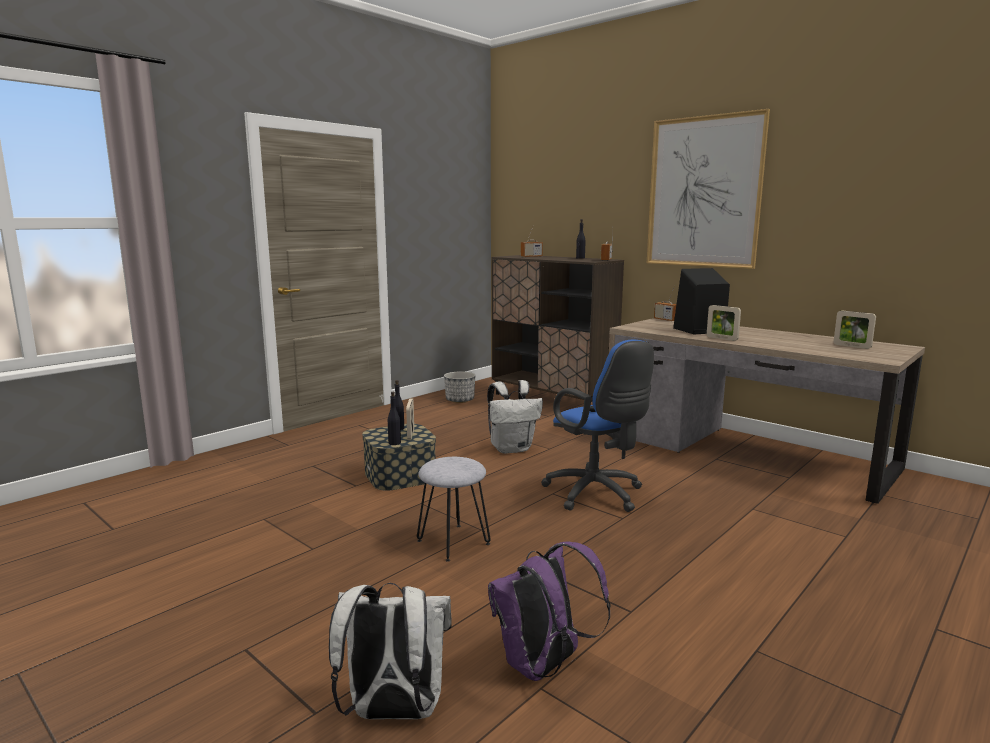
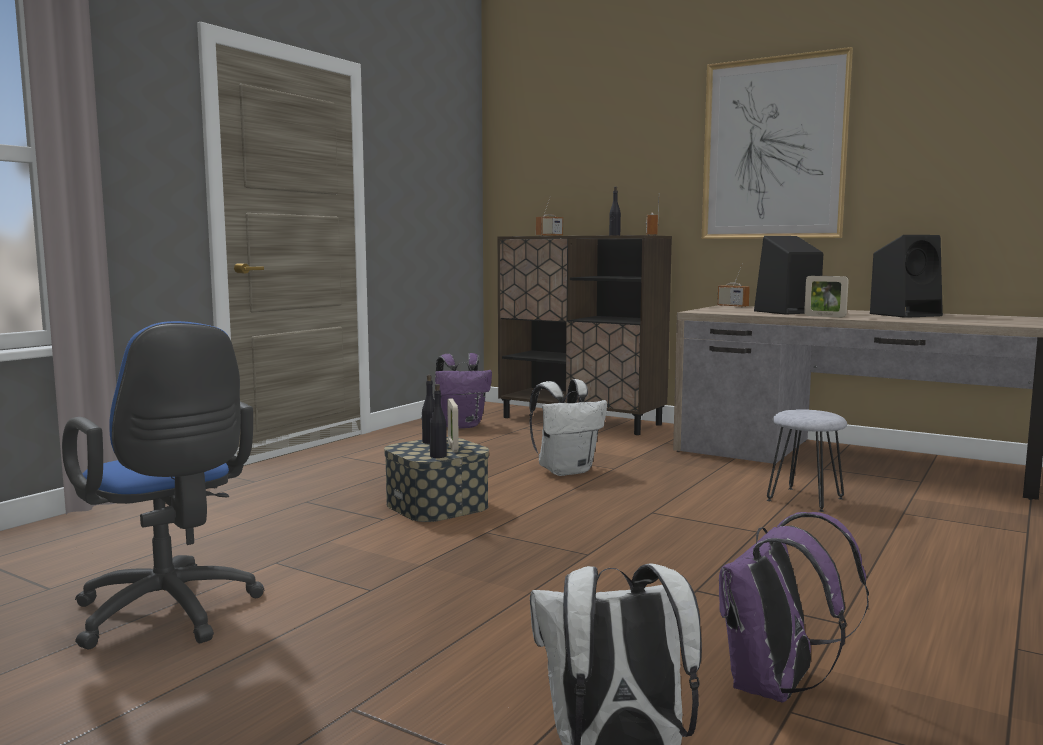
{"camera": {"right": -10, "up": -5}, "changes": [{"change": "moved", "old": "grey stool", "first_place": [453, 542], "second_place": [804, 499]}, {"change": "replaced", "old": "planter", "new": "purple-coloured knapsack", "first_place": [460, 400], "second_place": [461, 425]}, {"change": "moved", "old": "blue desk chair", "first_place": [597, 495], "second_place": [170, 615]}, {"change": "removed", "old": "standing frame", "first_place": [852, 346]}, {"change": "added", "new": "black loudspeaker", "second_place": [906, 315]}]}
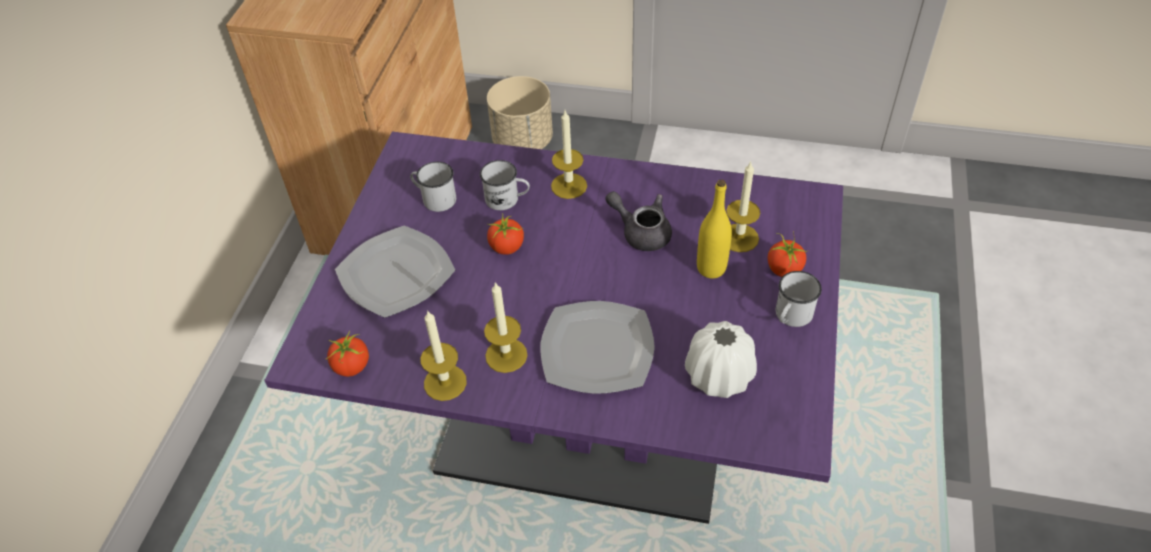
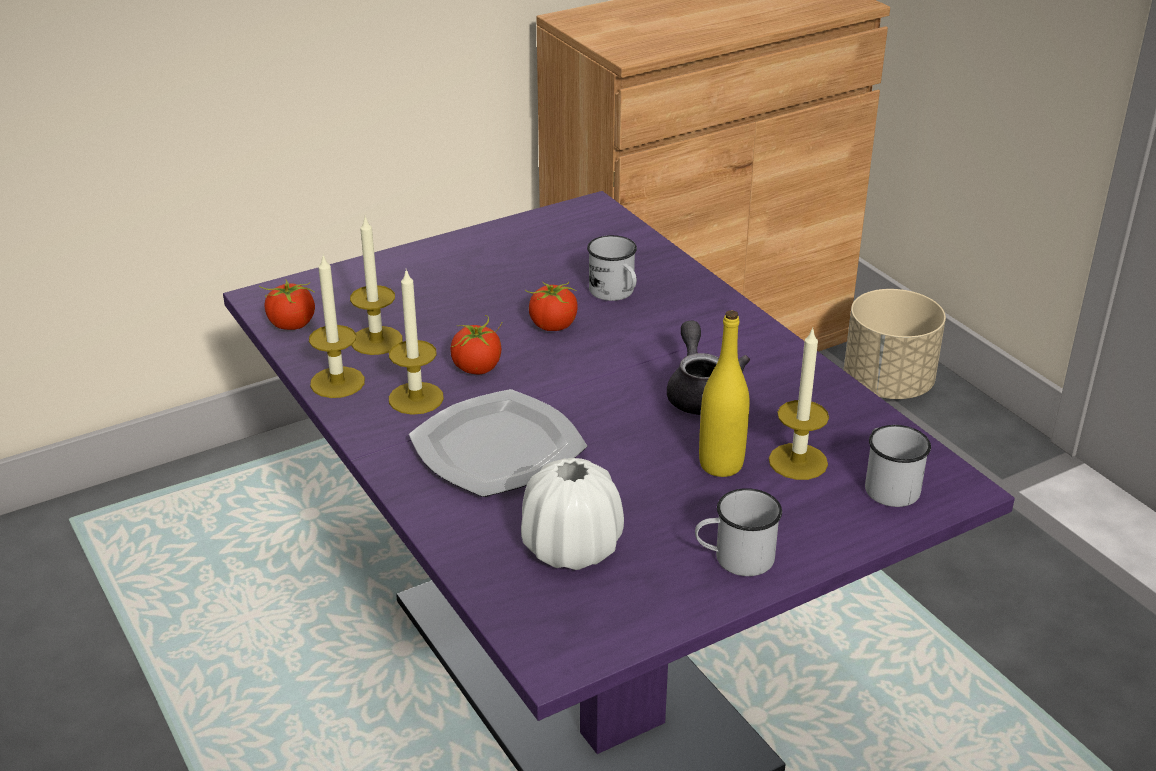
{"camera": {"right": 45, "up": -15}, "changes": [{"change": "removed", "old": "plate", "first_place": [394, 274]}, {"change": "moved", "old": "white-coloured coffee mug", "first_place": [434, 198], "second_place": [887, 484]}, {"change": "moved", "old": "wax light", "first_place": [569, 186], "second_place": [376, 340]}, {"change": "moved", "old": "fresh tomato", "first_place": [784, 269], "second_place": [477, 368]}]}
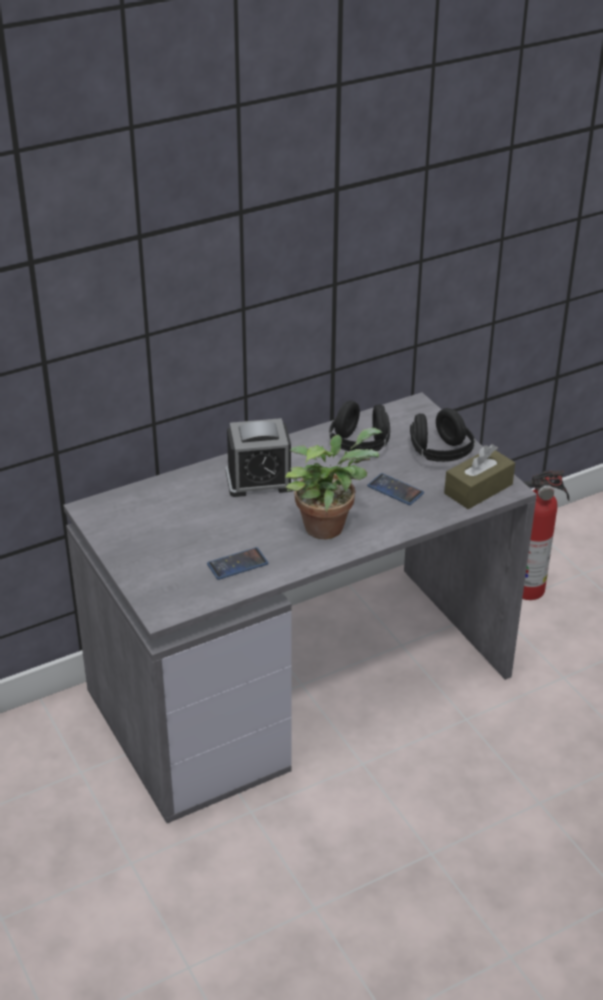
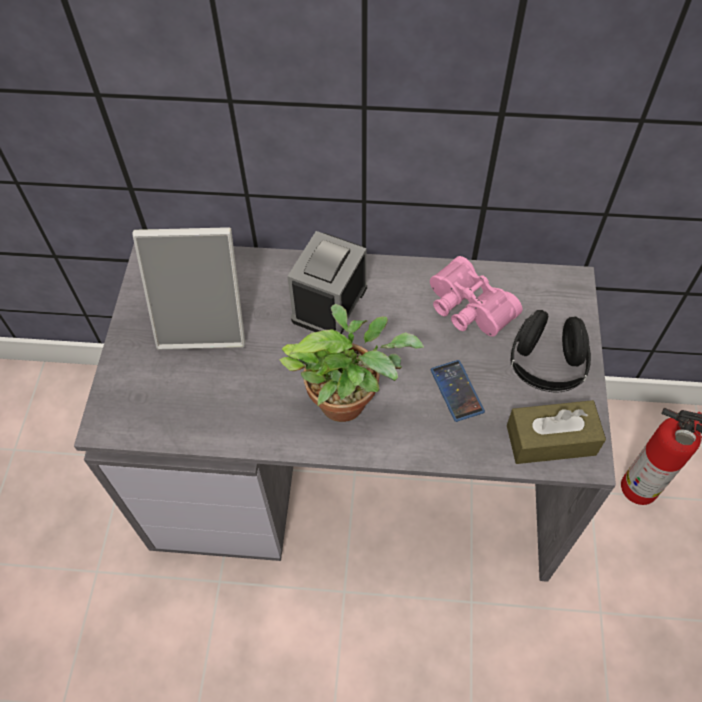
{"camera": {"right": 35, "up": 20}, "changes": [{"change": "removed", "old": "handset", "first_place": [237, 564]}, {"change": "turned", "old": "alarm clock", "first_place": [259, 480], "second_place": [329, 303], "degrees": 90}, {"change": "replaced", "old": "black headset", "new": "pinkish binoculars", "first_place": [359, 445], "second_place": [467, 308]}, {"change": "added", "new": "standing frame", "second_place": [204, 322]}]}
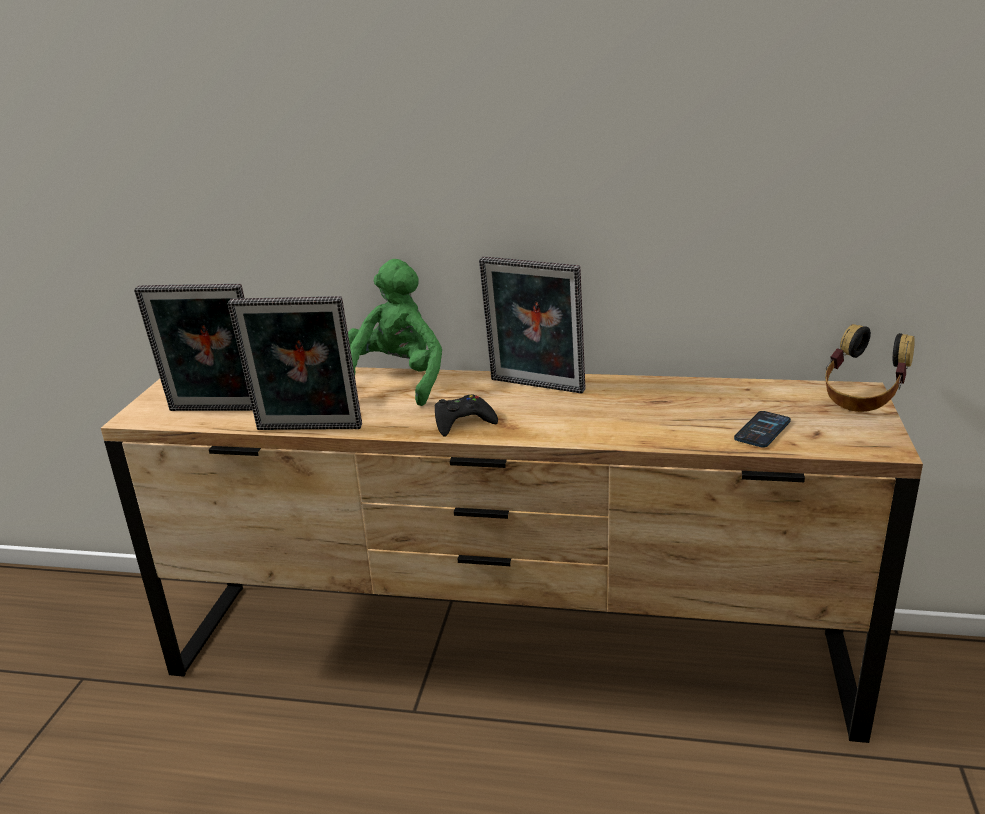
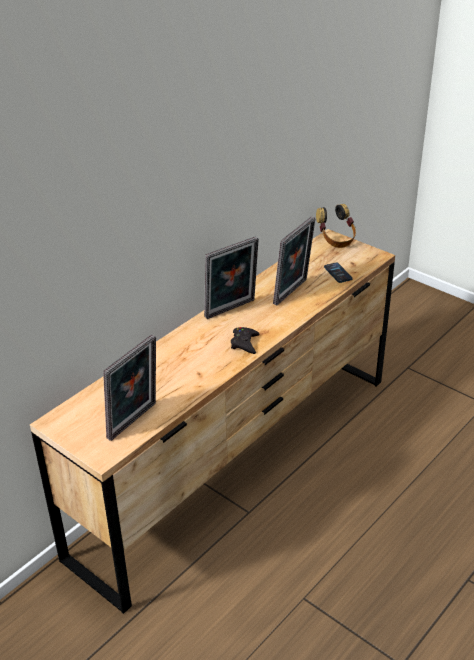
{"camera": {"right": -60, "up": 10}, "changes": [{"change": "moved", "old": "standing frame", "first_place": [307, 430], "second_place": [293, 292]}, {"change": "removed", "old": "green-coloured plush toy", "first_place": [397, 381]}]}
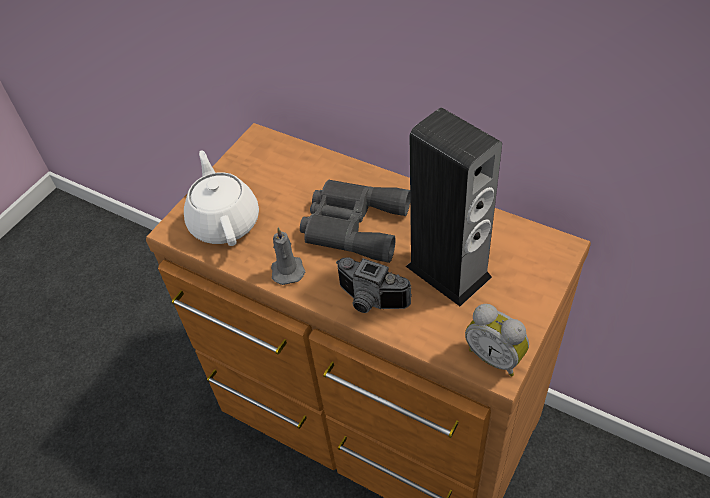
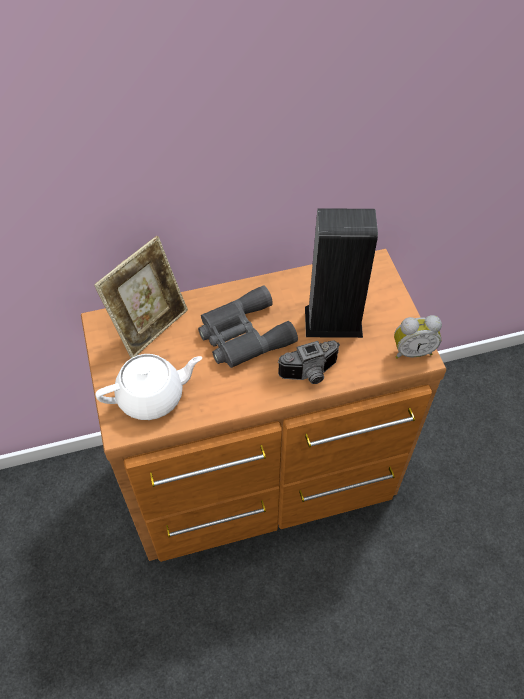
{"camera": {"right": -50, "up": 5}, "changes": [{"change": "turned", "old": "white-coloured tea pot", "first_place": [225, 222], "second_place": [152, 396], "degrees": 135}, {"change": "removed", "old": "grey wax light", "first_place": [287, 269]}, {"change": "added", "new": "standing frame", "second_place": [150, 326]}]}
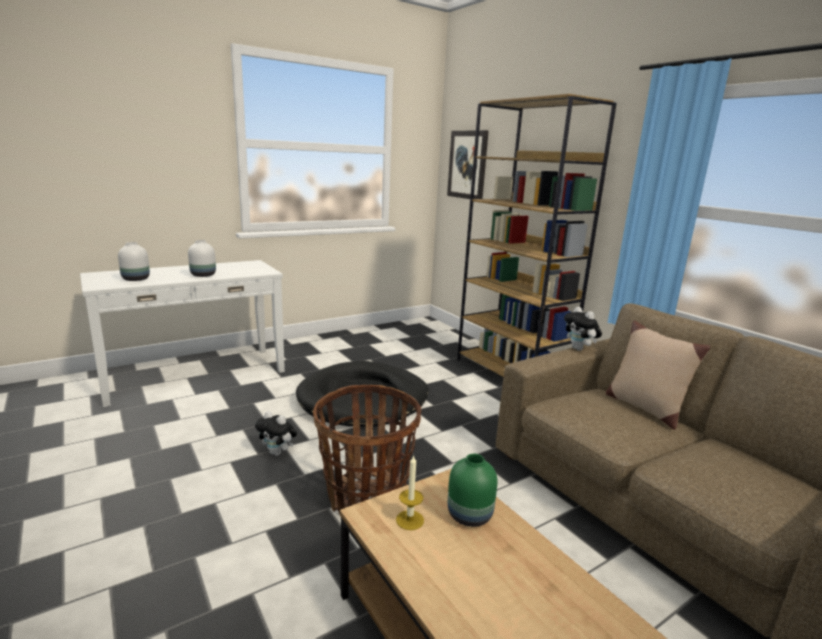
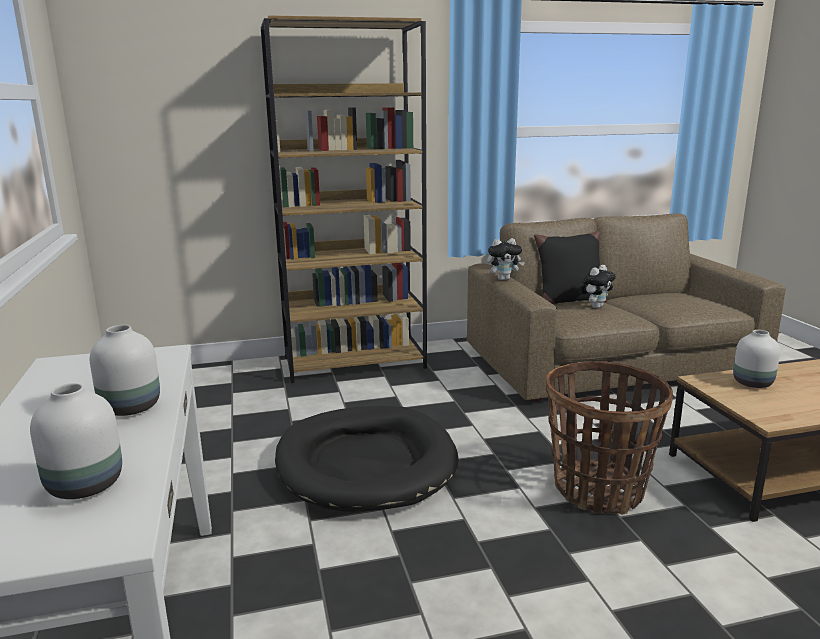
{"camera": {"right": -70, "up": 0}, "changes": [{"change": "moved", "old": "plush toy", "first_place": [277, 453], "second_place": [595, 307]}, {"change": "removed", "old": "wax light", "first_place": [410, 520]}, {"change": "removed", "old": "picture", "first_place": [467, 165]}, {"change": "recoloured", "old": "green-coloured vase", "new": "white-coloured vase", "first_place": [470, 516], "second_place": [753, 383]}, {"change": "recoloured", "old": "beige-coloured cushion", "new": "black cushion", "first_place": [644, 408], "second_place": [569, 301]}]}
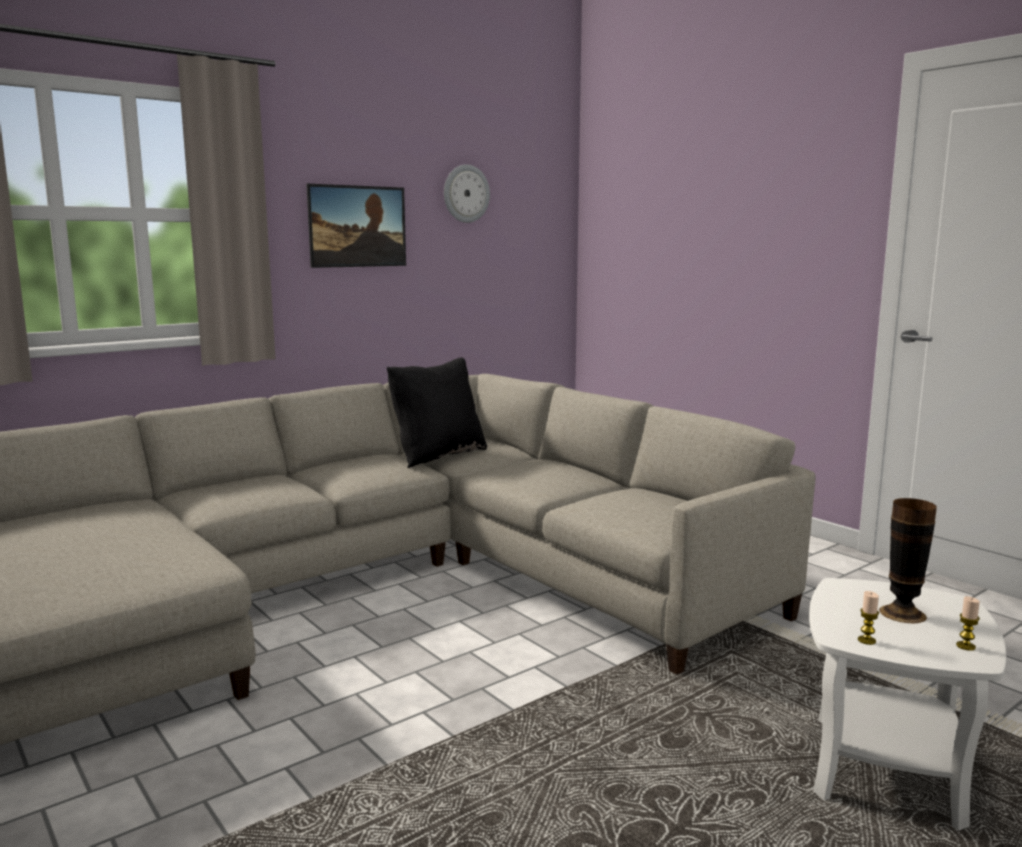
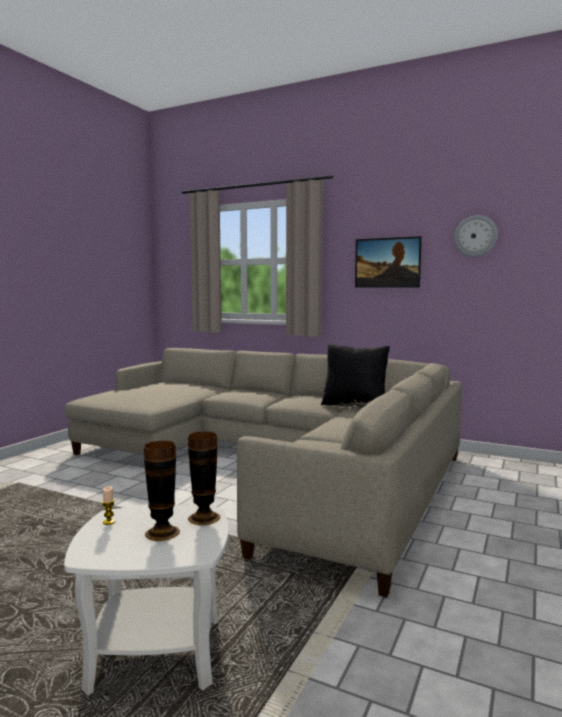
{"camera": {"right": 65, "up": -5}, "changes": [{"change": "removed", "old": "wax light", "first_place": [965, 646]}, {"change": "added", "new": "vase", "second_place": [204, 517]}]}
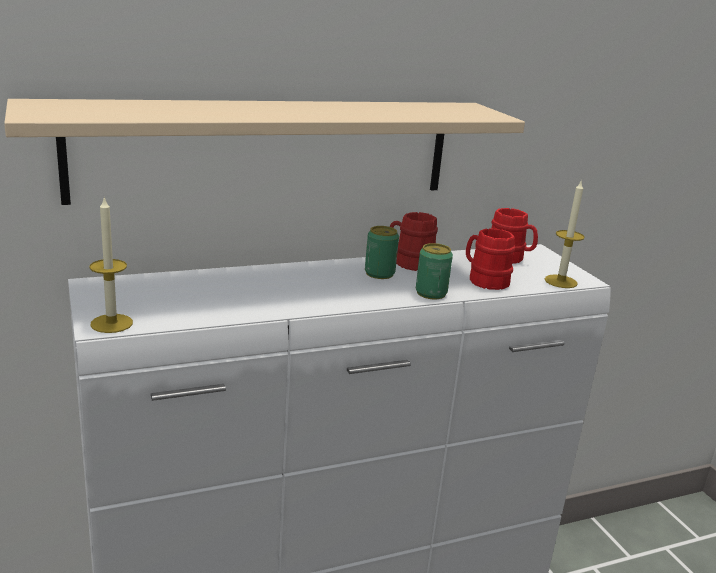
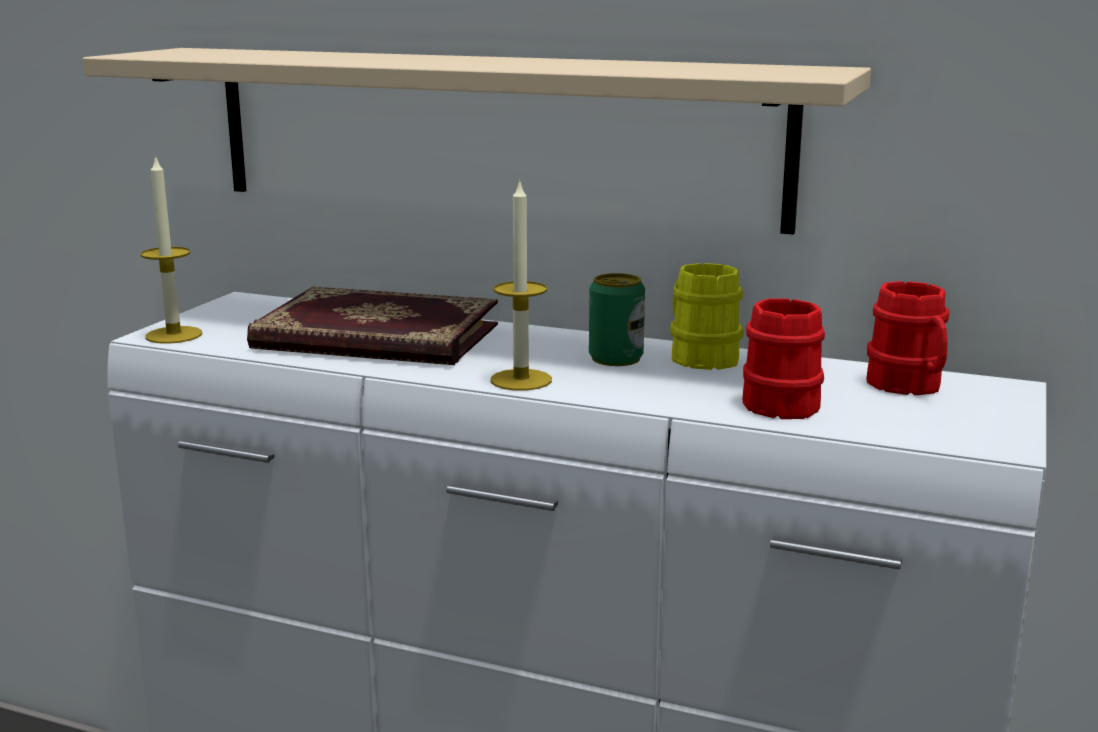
{"camera": {"right": 45, "up": -5}, "changes": [{"change": "recoloured", "old": "red-coloured coffee mug", "new": "yellow coffee mug", "first_place": [409, 263], "second_place": [699, 356]}, {"change": "removed", "old": "can", "first_place": [431, 293]}, {"change": "moved", "old": "wax light", "first_place": [560, 281], "second_place": [521, 380]}, {"change": "added", "new": "volume", "second_place": [376, 338]}]}
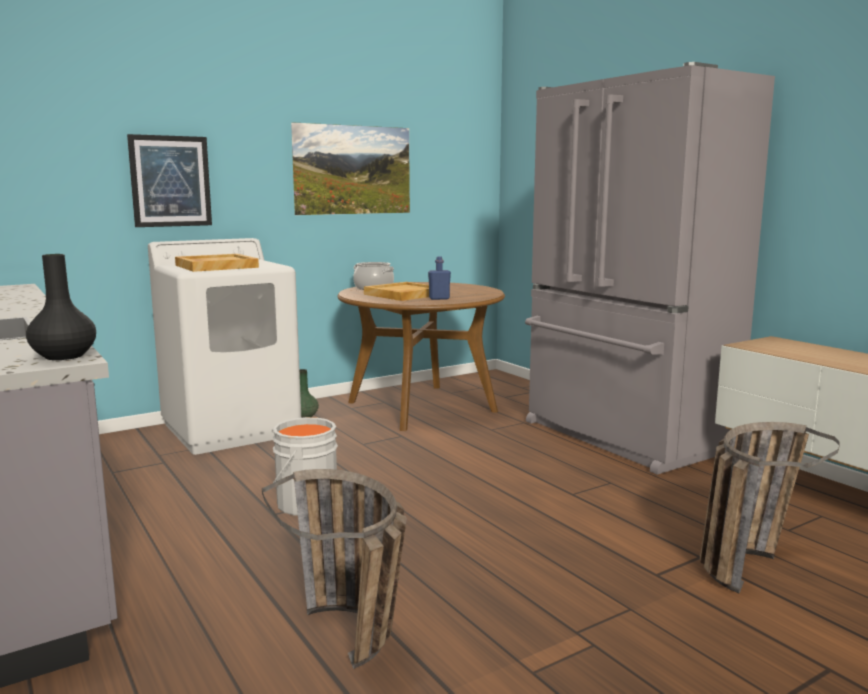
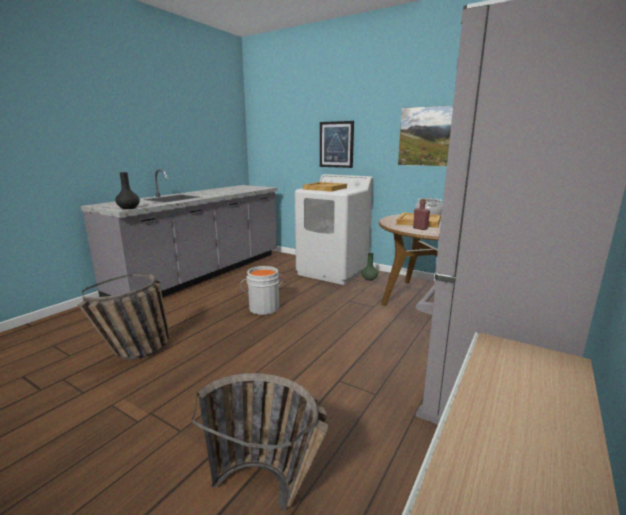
{"camera": {"right": 65, "up": 5}, "changes": [{"change": "recoloured", "old": "blue beverage bottle", "new": "red-coloured beverage bottle", "first_place": [439, 298], "second_place": [420, 228]}]}
